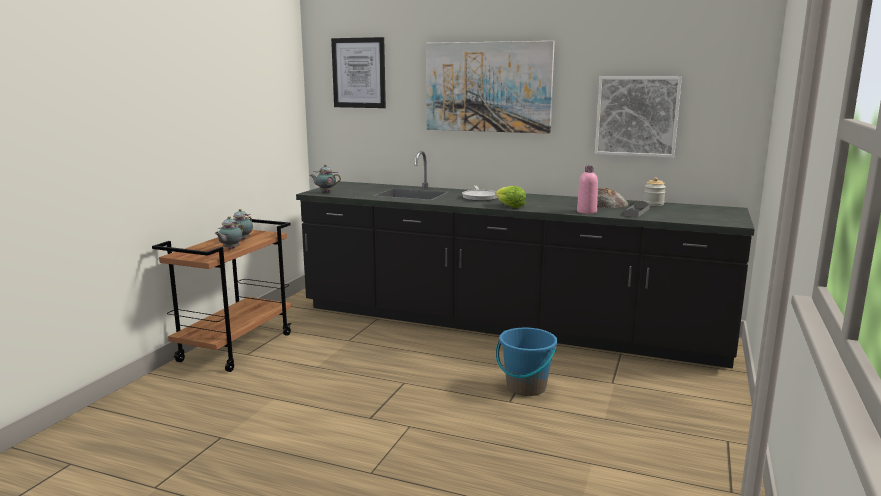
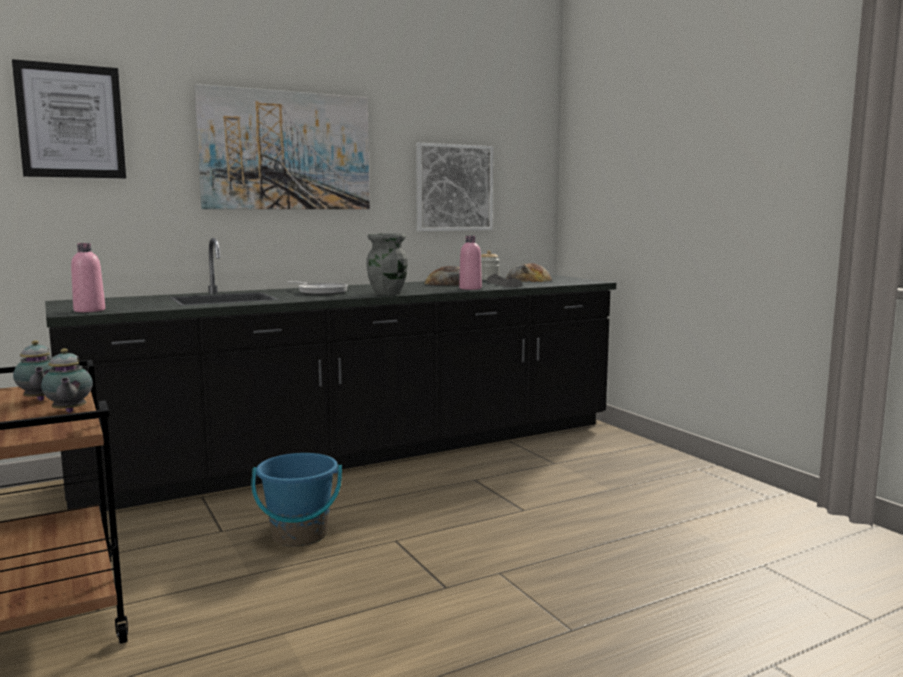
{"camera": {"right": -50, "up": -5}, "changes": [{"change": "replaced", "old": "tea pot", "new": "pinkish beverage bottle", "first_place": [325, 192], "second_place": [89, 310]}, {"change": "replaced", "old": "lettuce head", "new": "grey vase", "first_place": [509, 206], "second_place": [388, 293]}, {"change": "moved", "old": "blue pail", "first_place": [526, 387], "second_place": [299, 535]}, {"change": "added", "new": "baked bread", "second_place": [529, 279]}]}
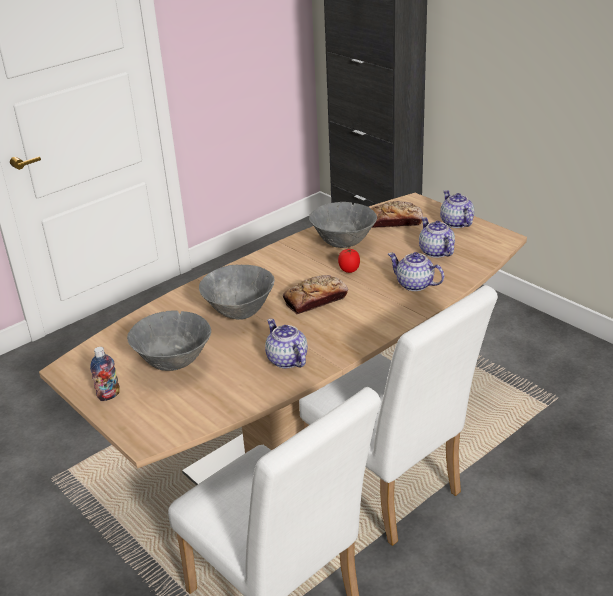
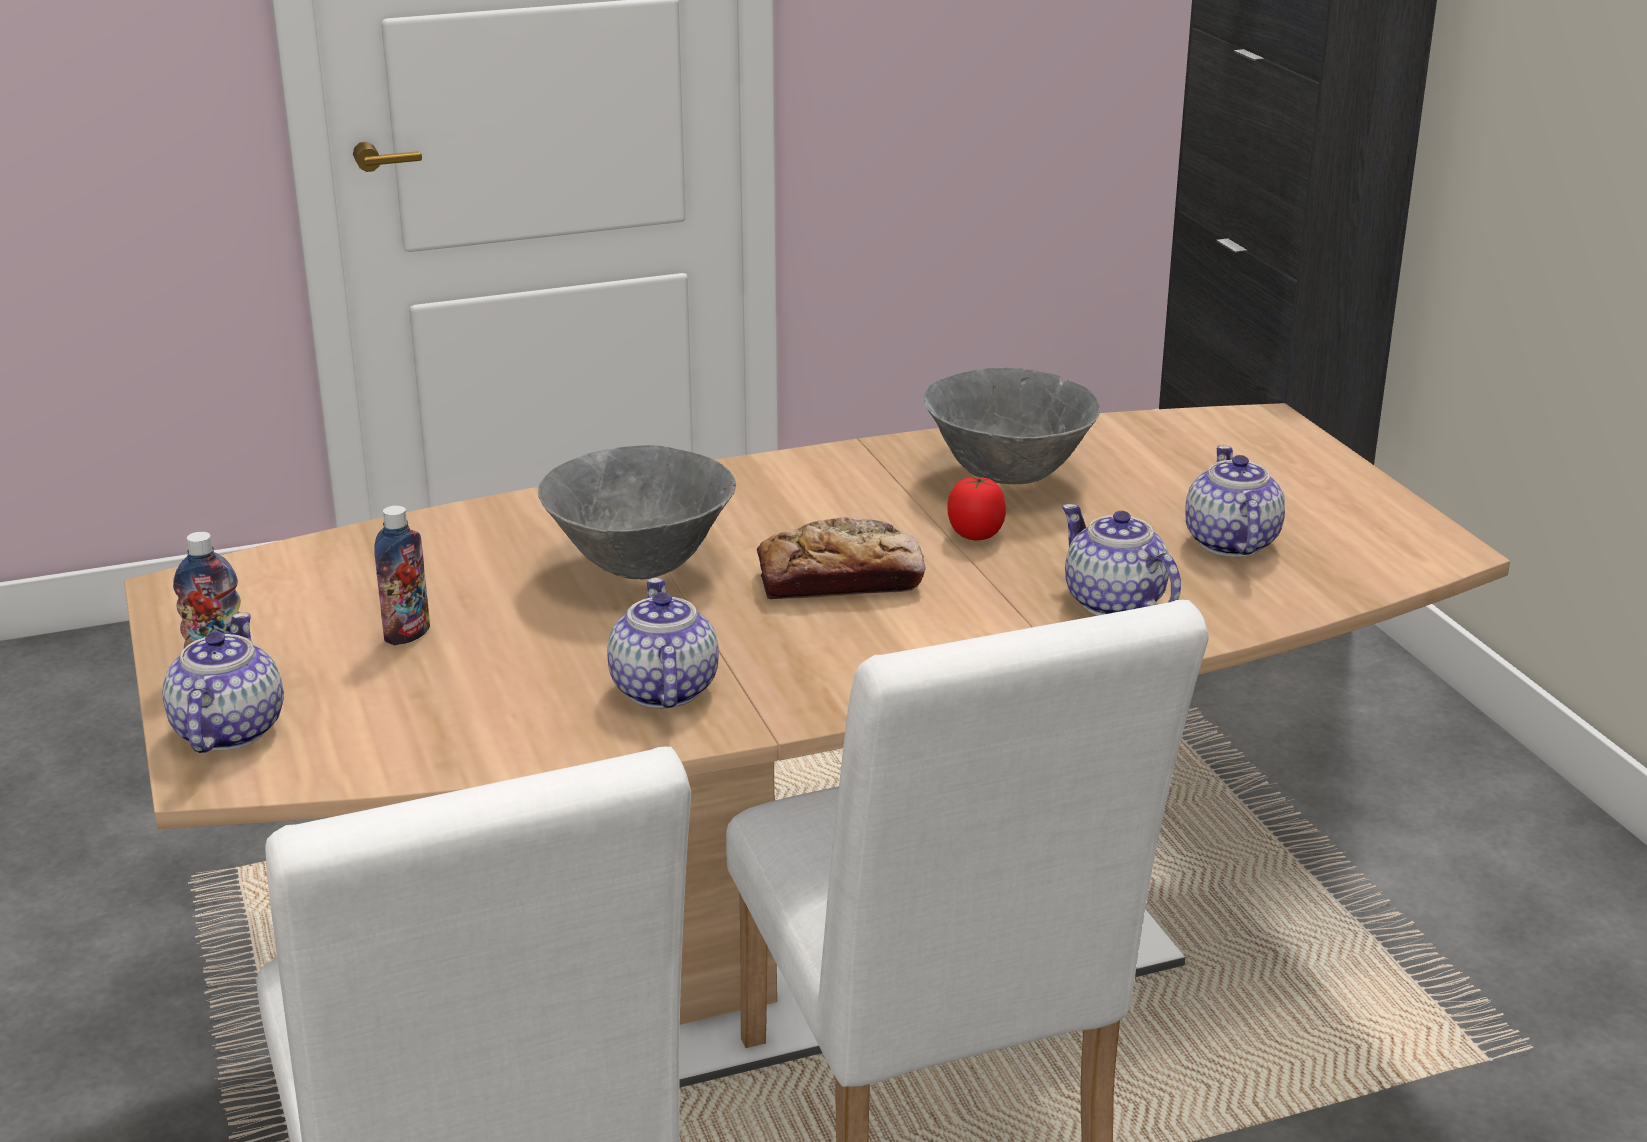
{"camera": {"right": 20, "up": -5}, "changes": [{"change": "replaced", "old": "grey deep dish", "new": "beverage bottle", "first_place": [173, 363], "second_place": [407, 634]}, {"change": "removed", "old": "baked bread", "first_place": [395, 221]}, {"change": "moved", "old": "tea pot", "first_place": [456, 223], "second_place": [227, 731]}]}
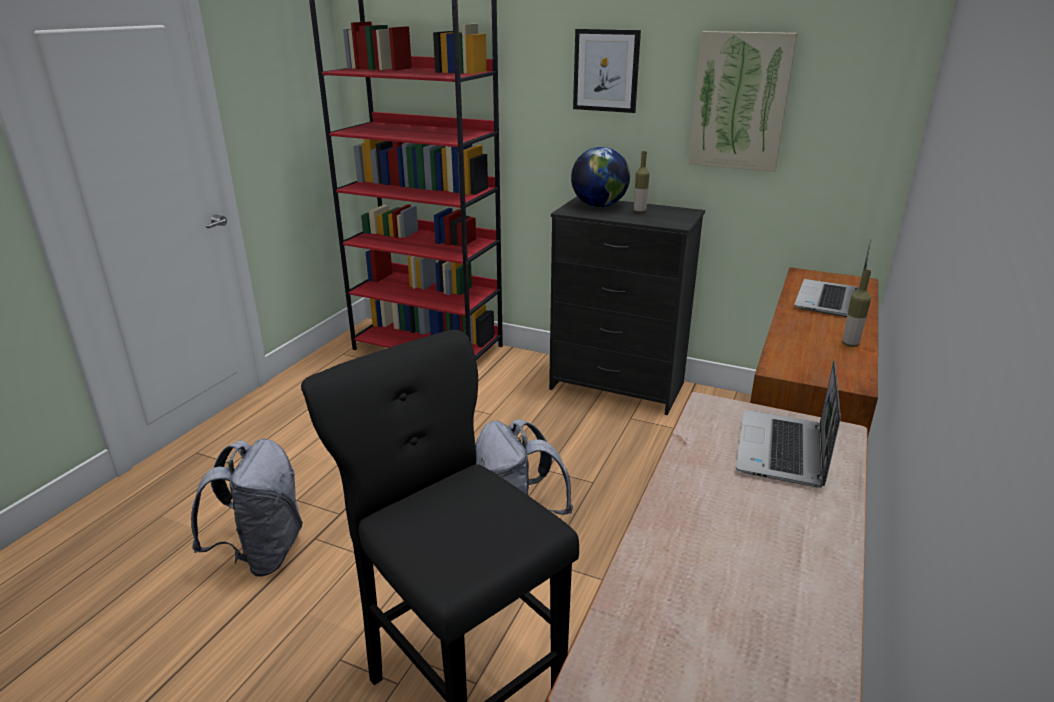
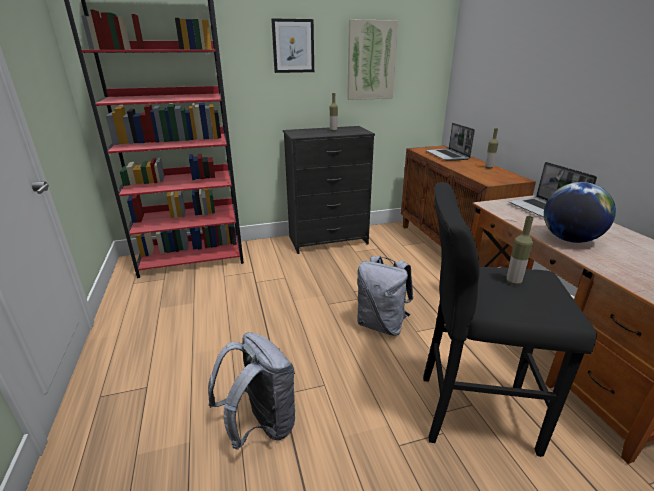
{"camera": {"right": -40, "up": 0}, "changes": [{"change": "moved", "old": "world globe", "first_place": [599, 206], "second_place": [569, 239]}, {"change": "added", "new": "beverage bottle", "second_place": [513, 282]}]}
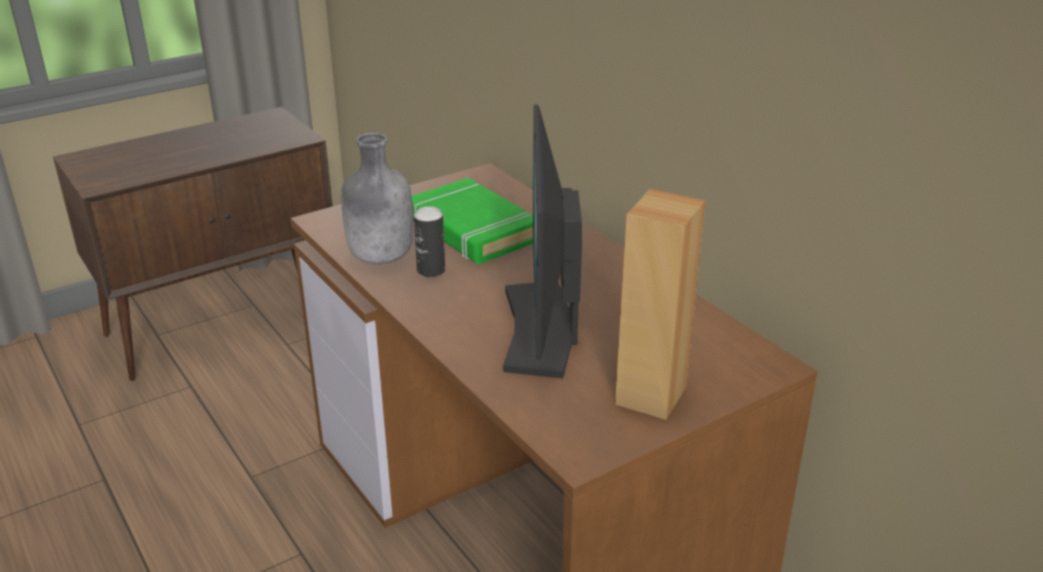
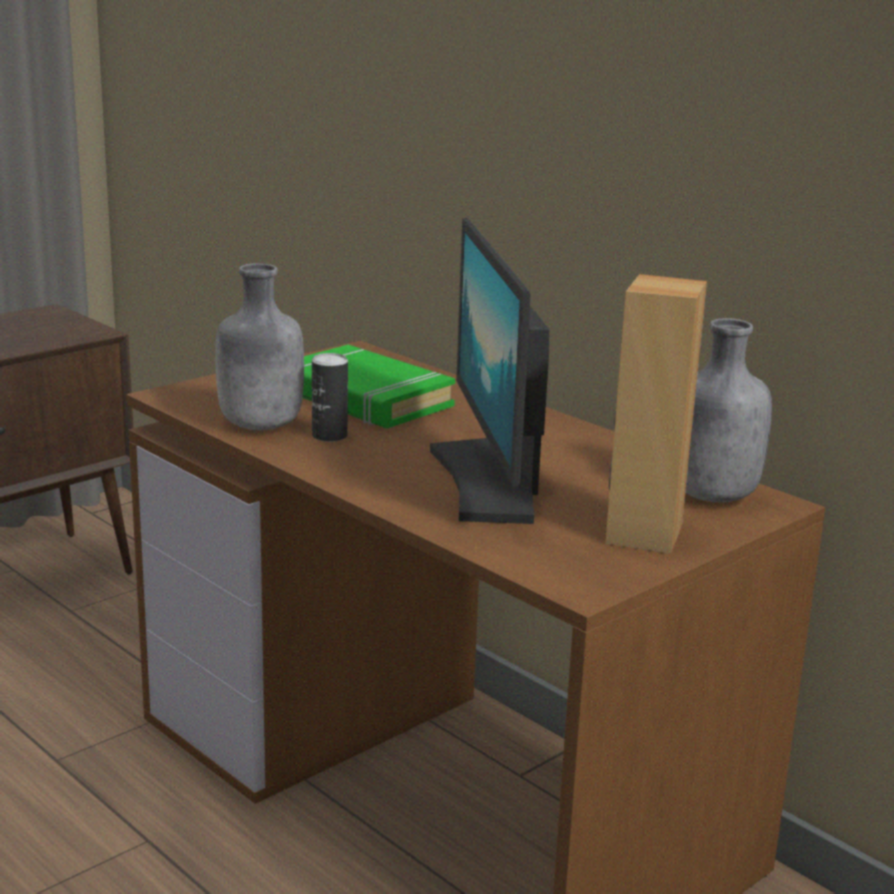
{"camera": {"right": -10, "up": -10}, "changes": [{"change": "added", "new": "grey beverage bottle", "second_place": [710, 496]}]}
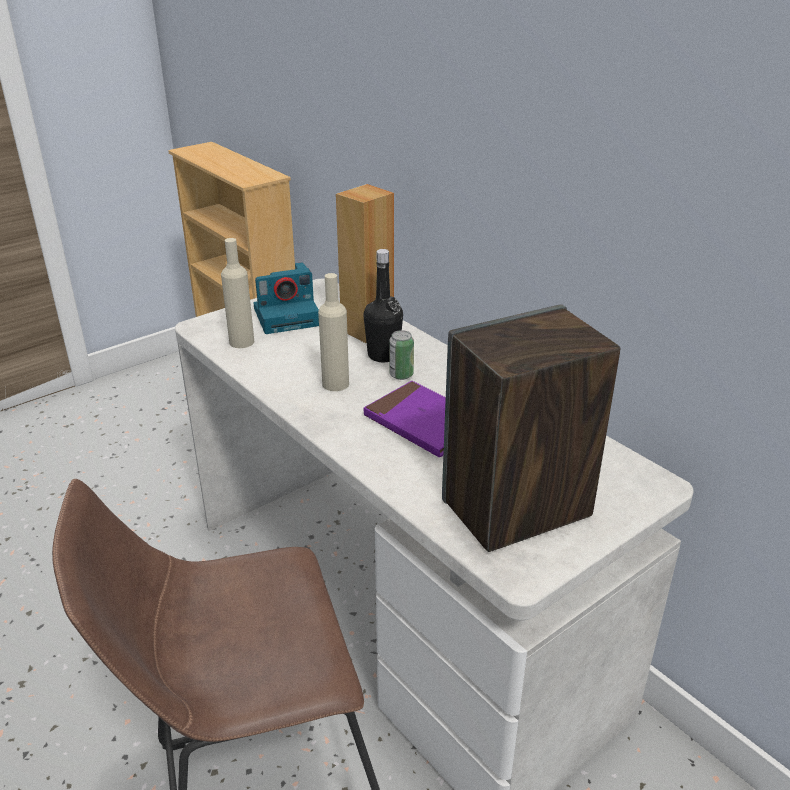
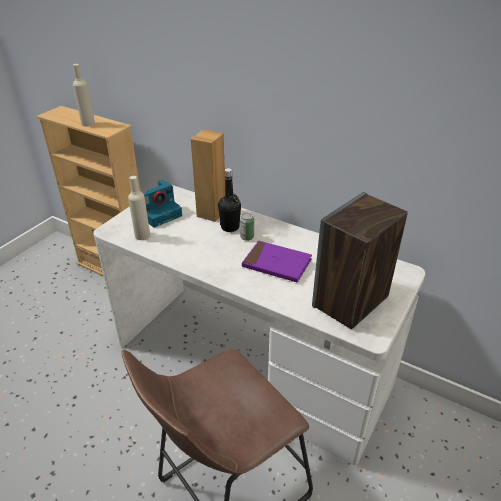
{"camera": {"right": -20, "up": 5}, "changes": [{"change": "moved", "old": "beige-coloured beverage bottle", "first_place": [335, 384], "second_place": [88, 123]}]}
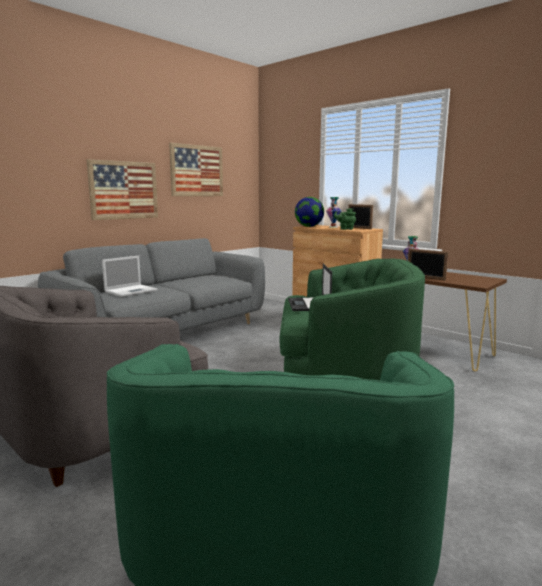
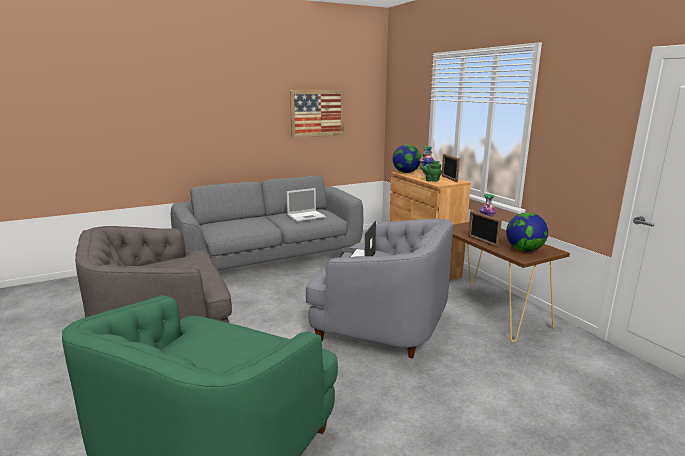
{"camera": {"right": 20, "up": 5}, "changes": [{"change": "removed", "old": "picture", "first_place": [124, 190]}, {"change": "moved", "old": "notebook computer", "first_place": [132, 291], "second_place": [307, 216]}, {"change": "recoloured", "old": "green-coloured easy chair", "new": "grey easy chair", "first_place": [342, 373], "second_place": [382, 322]}, {"change": "added", "new": "world globe", "second_place": [524, 250]}]}
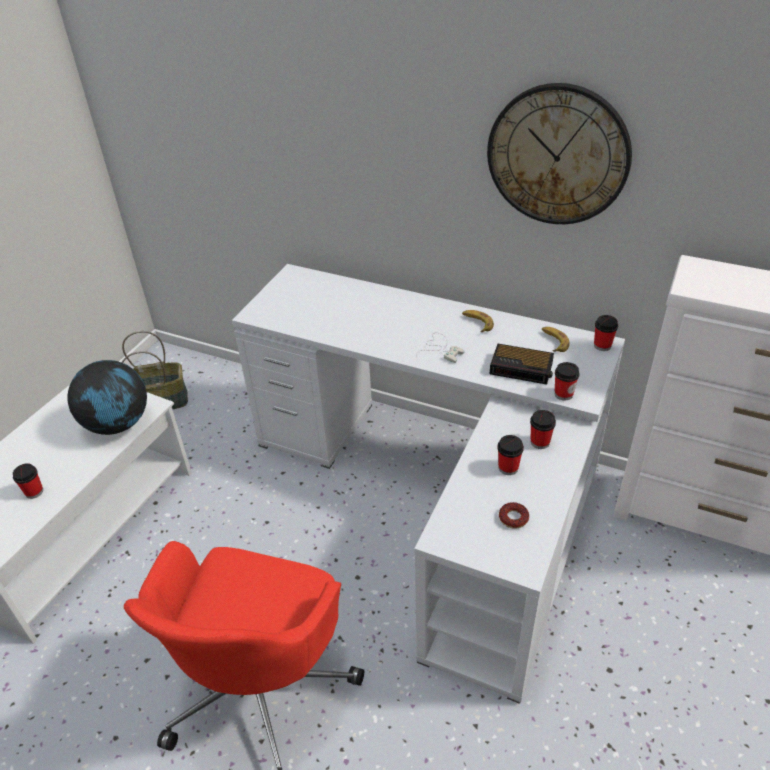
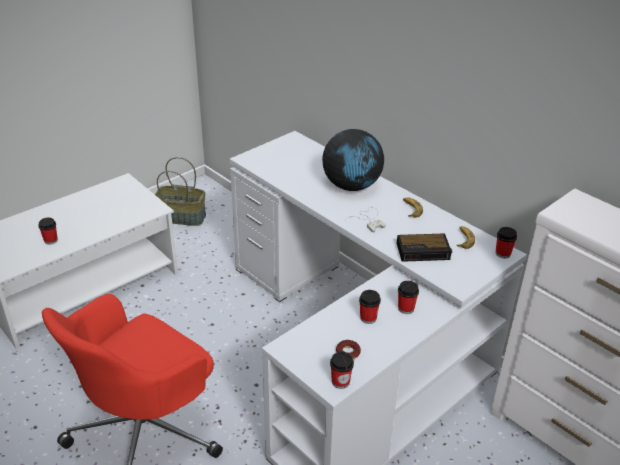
{"camera": {"right": 20, "up": -5}, "changes": [{"change": "moved", "old": "world globe", "first_place": [118, 424], "second_place": [352, 186]}, {"change": "removed", "old": "wall clock", "first_place": [558, 155]}, {"change": "turned", "old": "alarm clock", "first_place": [522, 368], "second_place": [424, 251], "degrees": -45}, {"change": "moved", "old": "drinking cup", "first_place": [563, 394], "second_place": [340, 382]}]}
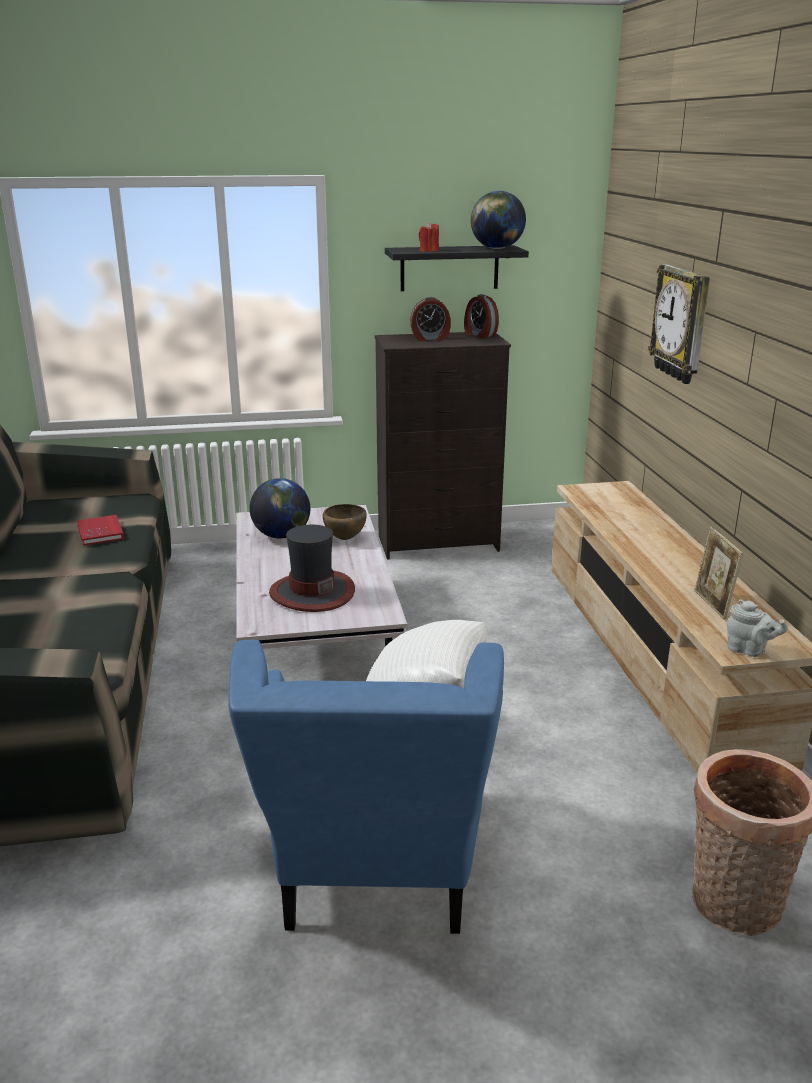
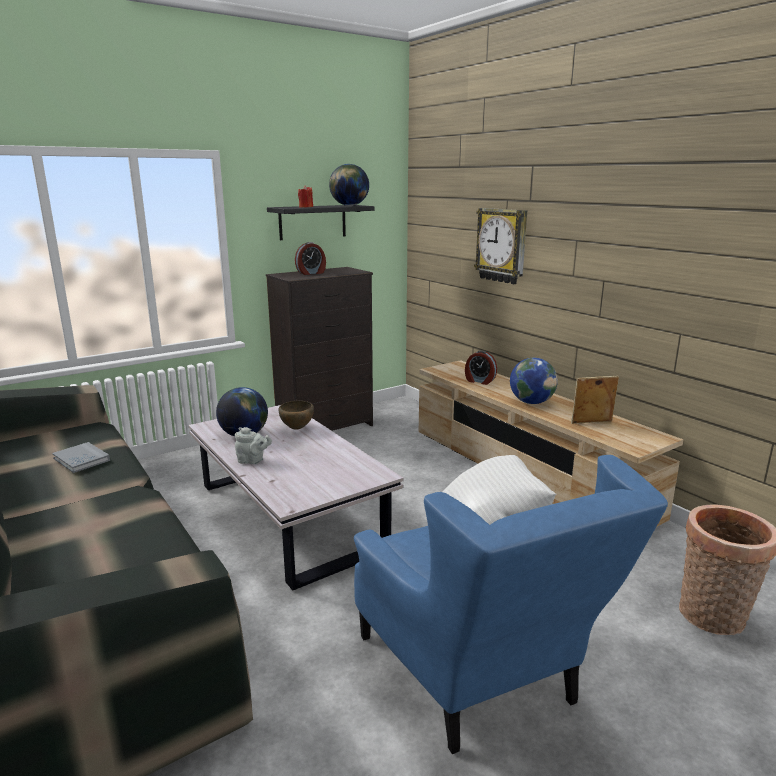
{"camera": {"right": -25, "up": -5}, "changes": [{"change": "recoloured", "old": "red-coloured volume", "new": "grey volume", "first_place": [100, 533], "second_place": [81, 459]}, {"change": "removed", "old": "hat", "first_place": [312, 592]}, {"change": "moved", "old": "alarm clock", "first_place": [479, 335], "second_place": [479, 381]}, {"change": "turned", "old": "standing frame", "first_place": [712, 605], "second_place": [591, 423], "degrees": 120}, {"change": "moved", "old": "grey tea pot", "first_place": [749, 650], "second_place": [252, 461]}, {"change": "added", "new": "world globe", "second_place": [531, 402]}]}
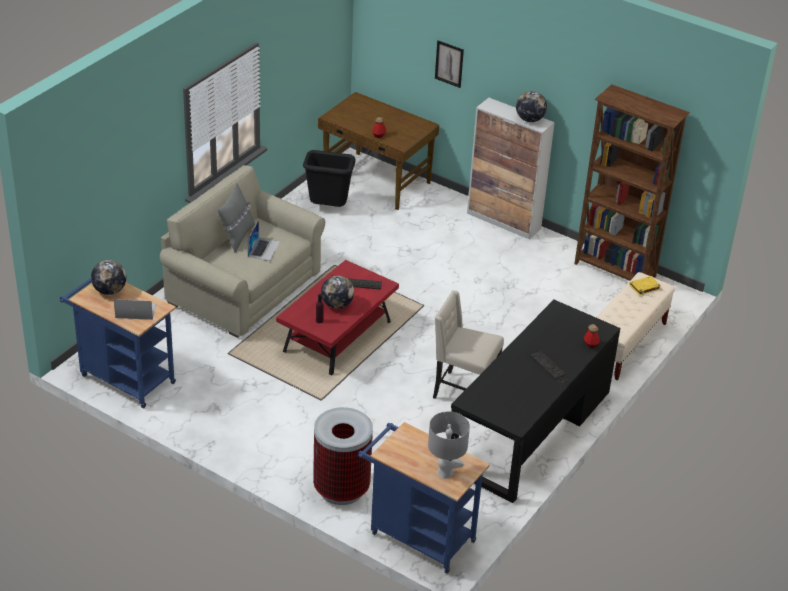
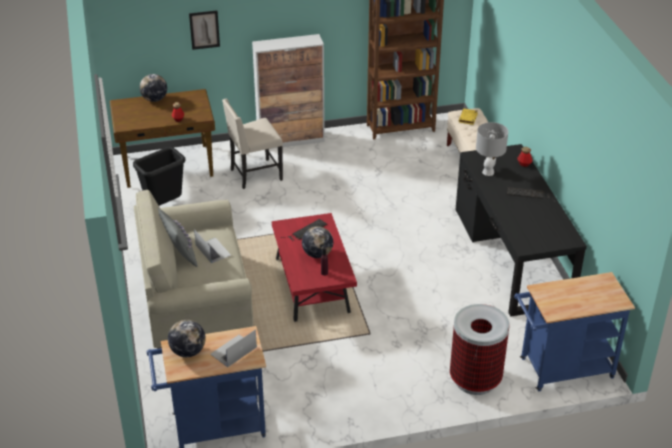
{"camera": {"right": -45, "up": 0}, "changes": [{"change": "moved", "old": "grey lamp for a table", "first_place": [445, 472], "second_place": [488, 172]}, {"change": "moved", "old": "beige-coloured upright chair", "first_place": [463, 392], "second_place": [255, 175]}, {"change": "moved", "old": "world globe", "first_place": [529, 119], "second_place": [154, 99]}]}
